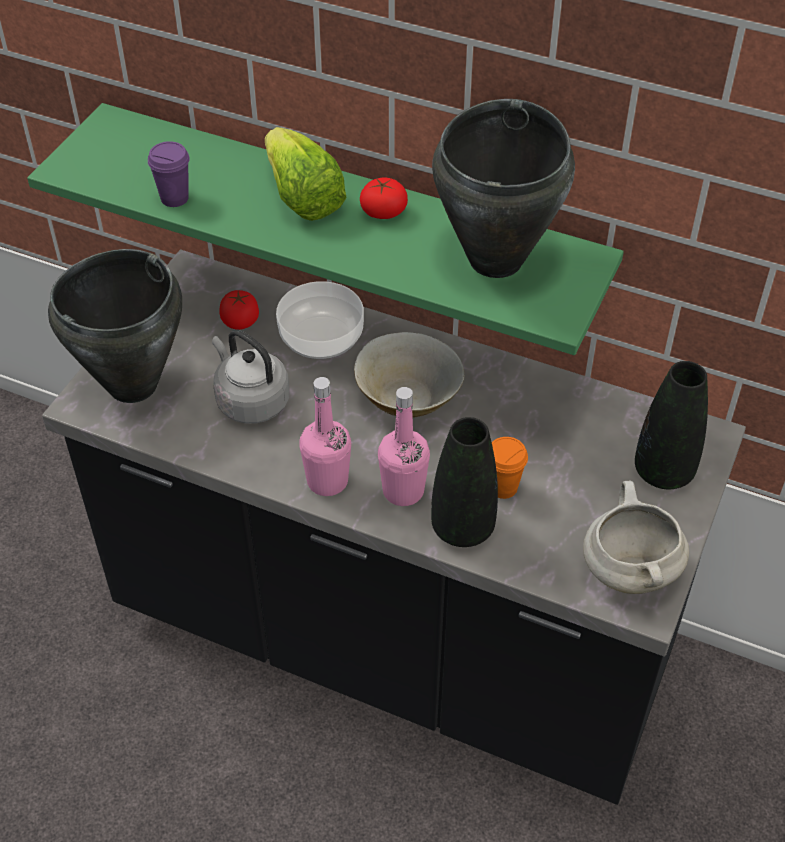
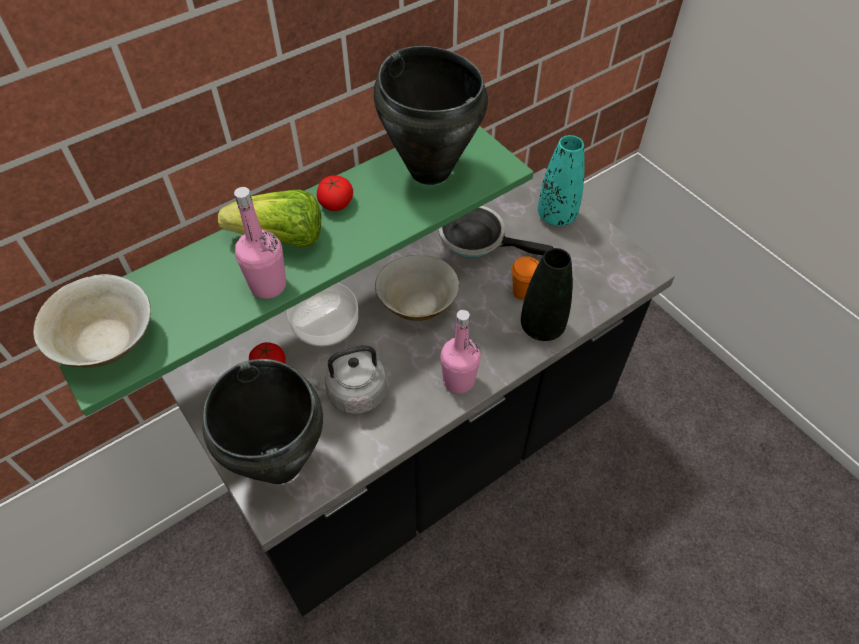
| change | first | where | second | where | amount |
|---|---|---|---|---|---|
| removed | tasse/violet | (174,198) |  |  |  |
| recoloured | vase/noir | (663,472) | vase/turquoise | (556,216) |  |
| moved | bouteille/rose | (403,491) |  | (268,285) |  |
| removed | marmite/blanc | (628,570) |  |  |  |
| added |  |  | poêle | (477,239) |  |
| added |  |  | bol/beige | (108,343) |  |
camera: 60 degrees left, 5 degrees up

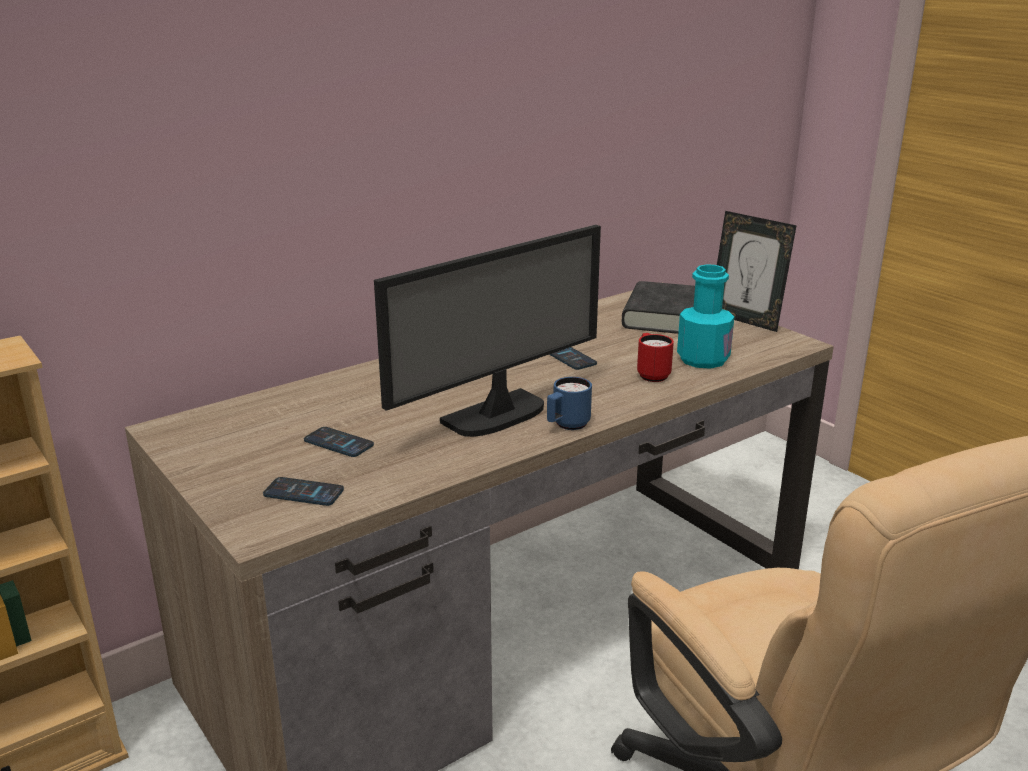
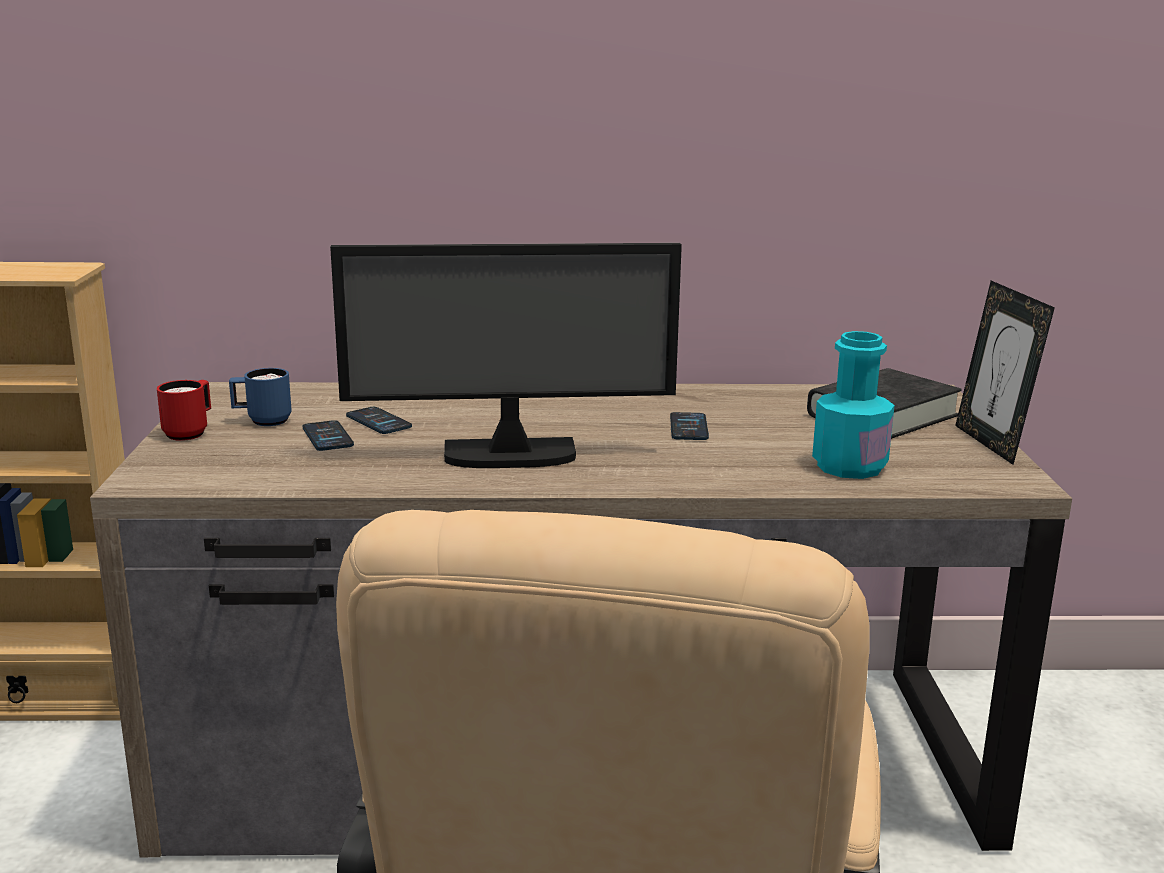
| change | first | where | second | where | amount |
|---|---|---|---|---|---|
| moved | mug/rouge | (651,374) |  | (190,432) |  |
| moved | mug/bleu | (567,426) |  | (262,421) |  |
| moved | téléphone | (303,493) |  | (378,422) |  |
camera: 35 degrees right, 5 degrees down

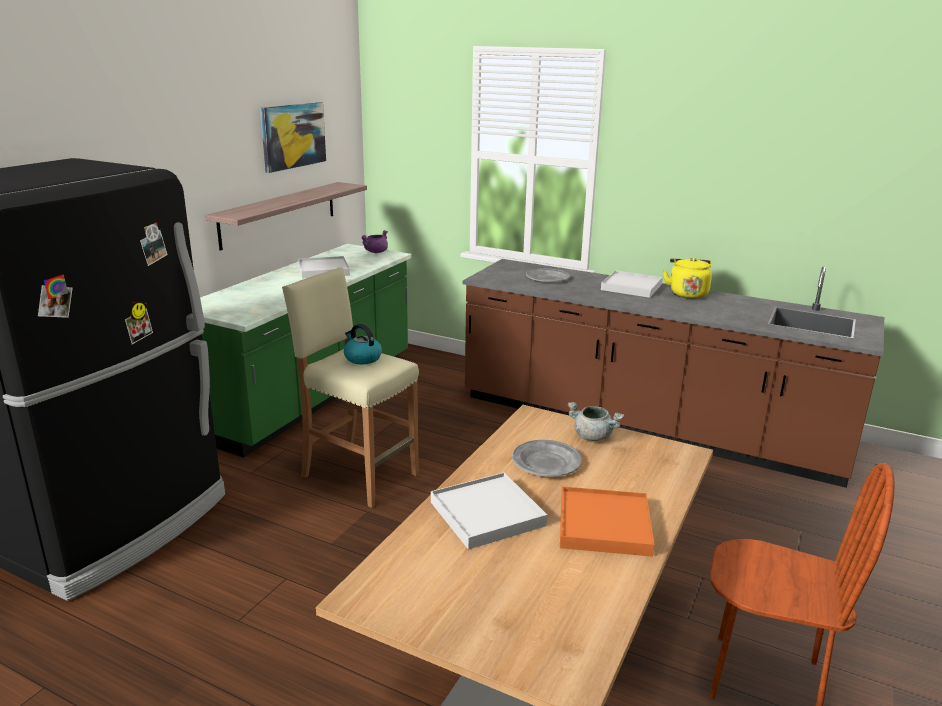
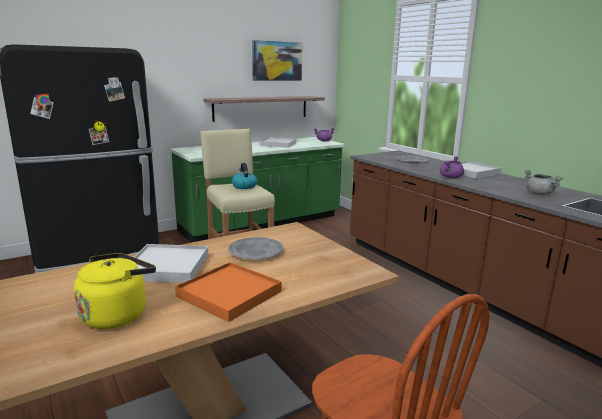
| change | first | where | second | where | amount |
|---|---|---|---|---|---|
| moved | bouilloire/jaune | (687,293) |  | (117,314) |  |
| moved | marmite/gris | (593,436) |  | (540,194) |  |
| added |  |  | marmite/violet | (451,177) |  |
camera: 30 degrees right, 5 degrees down

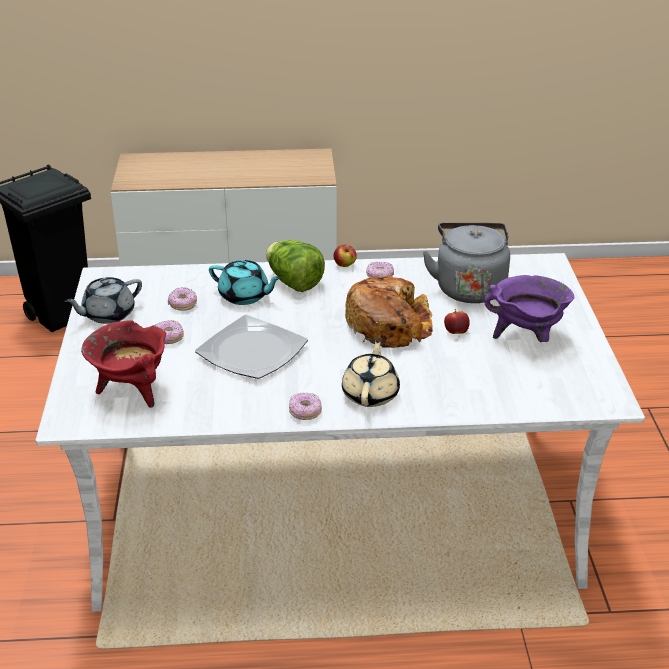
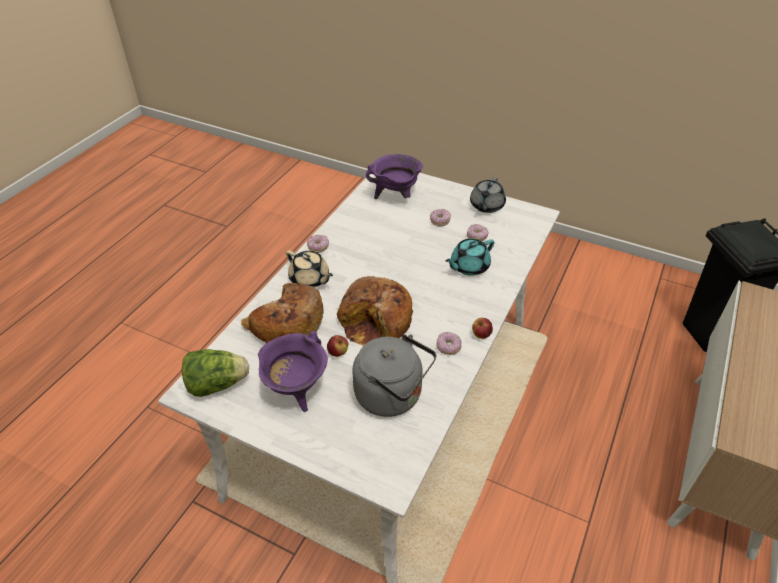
| change | first | where | second | where | amount |
|---|---|---|---|---|---|
| moved | laitue | (293,282) |  | (217,384) |  |
| turned | théière/gris | (108,314) |  | (486,206) | 150 degrees counterclockwise |
| removed | assiette | (252,351) |  |  |  |
| recoloured | marmite/rouge | (131,391) | marmite/violet | (395,195) |  |
| added |  |  | pain | (286,323) |  |
camera: 120 degrees right, 10 degrees up

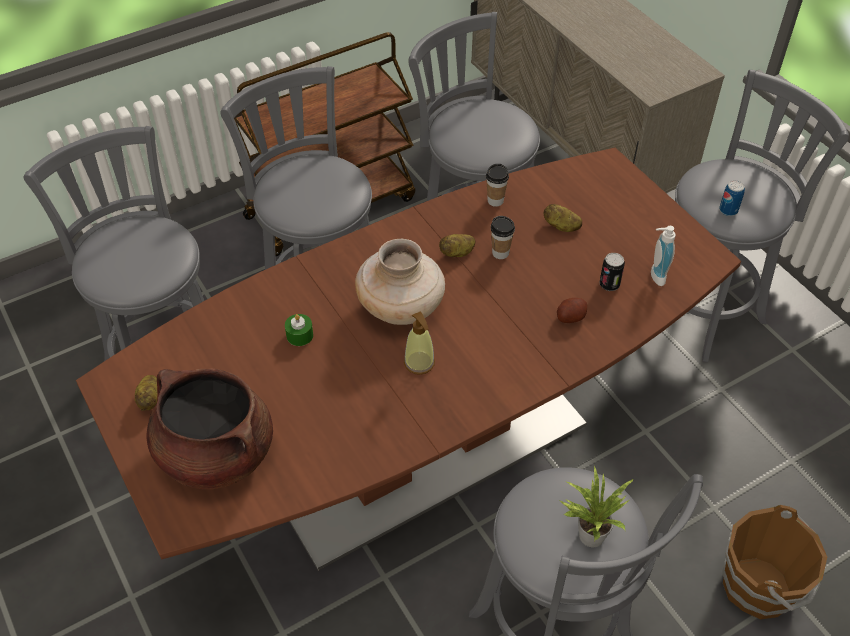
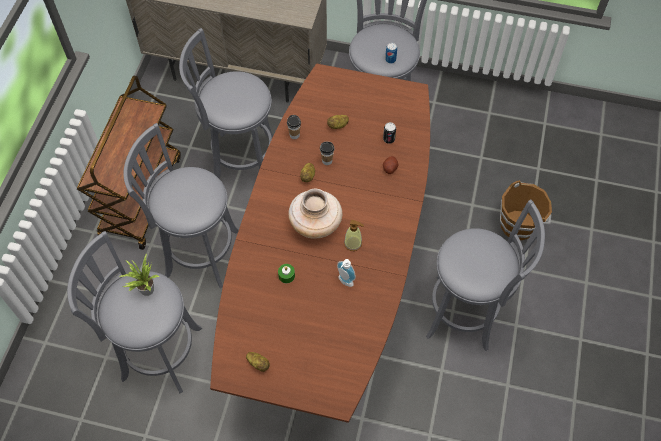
| change | first | where | second | where | amount |
|---|---|---|---|---|---|
| moved | distributeur de savon | (654,276) |  | (344,282) |  |
| removed | marmite/marron | (215,454) |  |  |  |
| moved | plante en pot | (589,533) |  | (145,289) |  |
camera: 45 degrees left, 10 degrees up

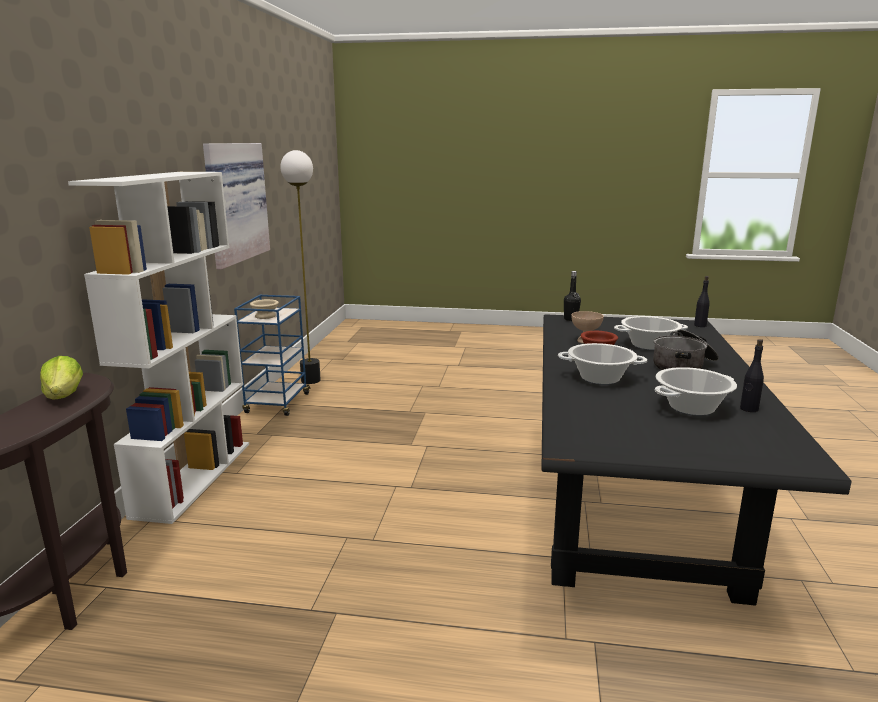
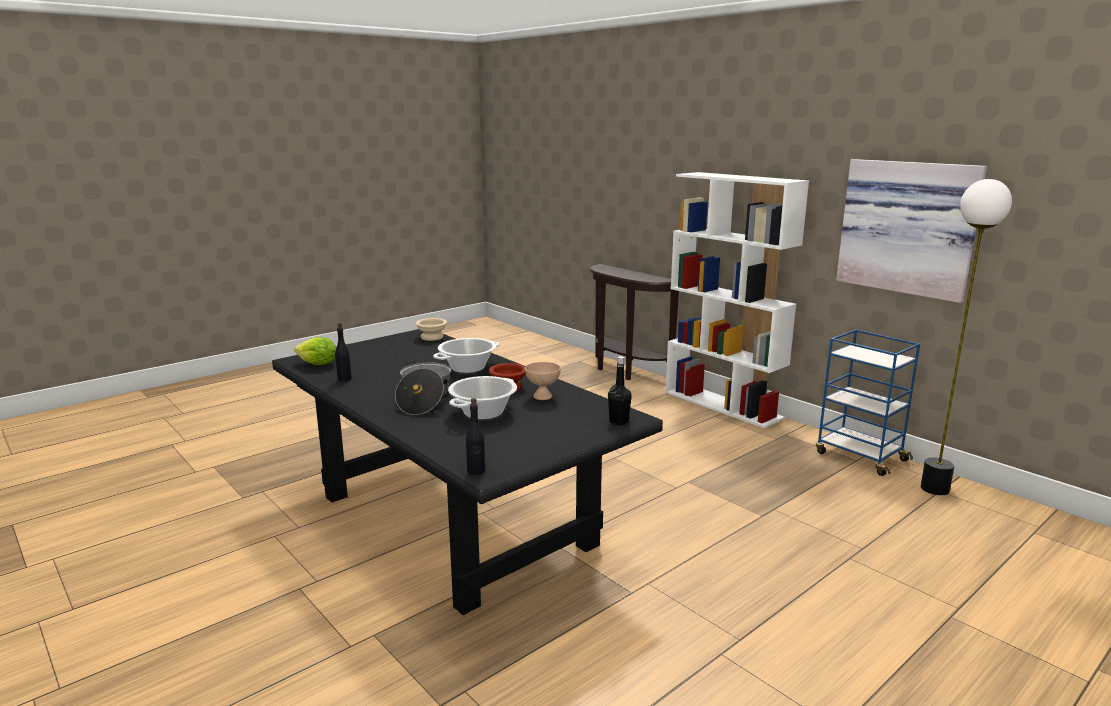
| change | first | where | second | where | amount |
|---|---|---|---|---|---|
| moved | bol/beige | (265,316) |  | (433,337) |  |
| moved | laitue | (64,396) |  | (318,364) |  |
| removed | marmite | (691,407) |  |  |  |
camera: 130 degrees right, 0 degrees up

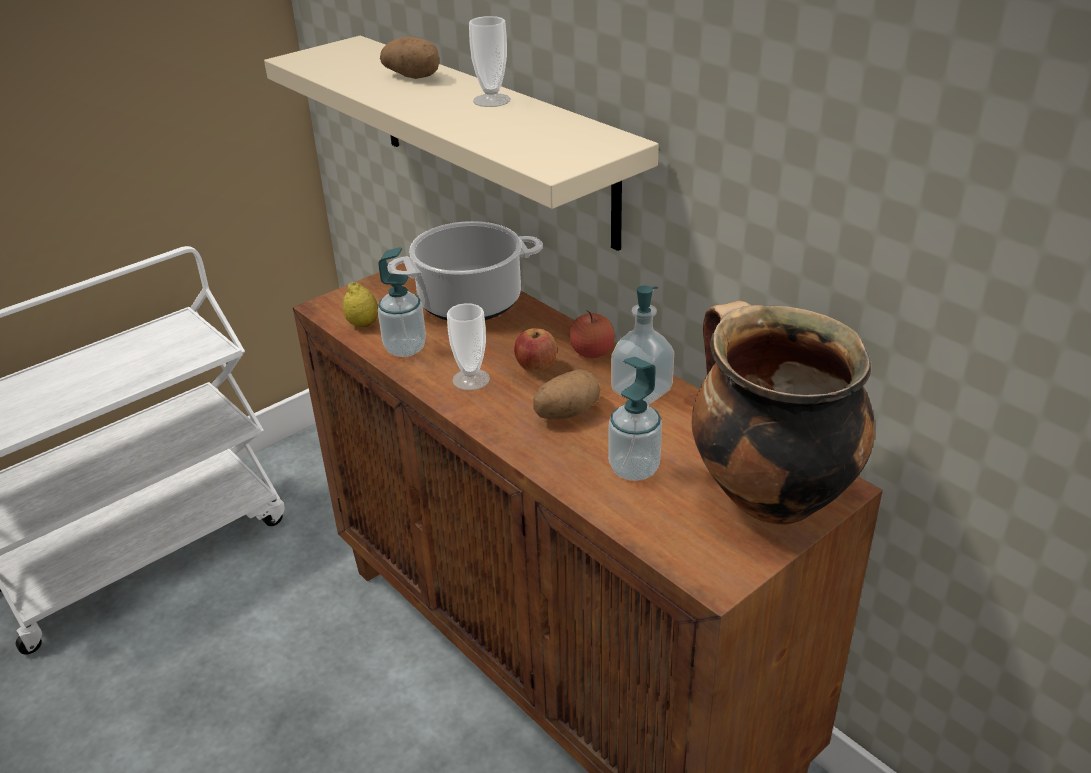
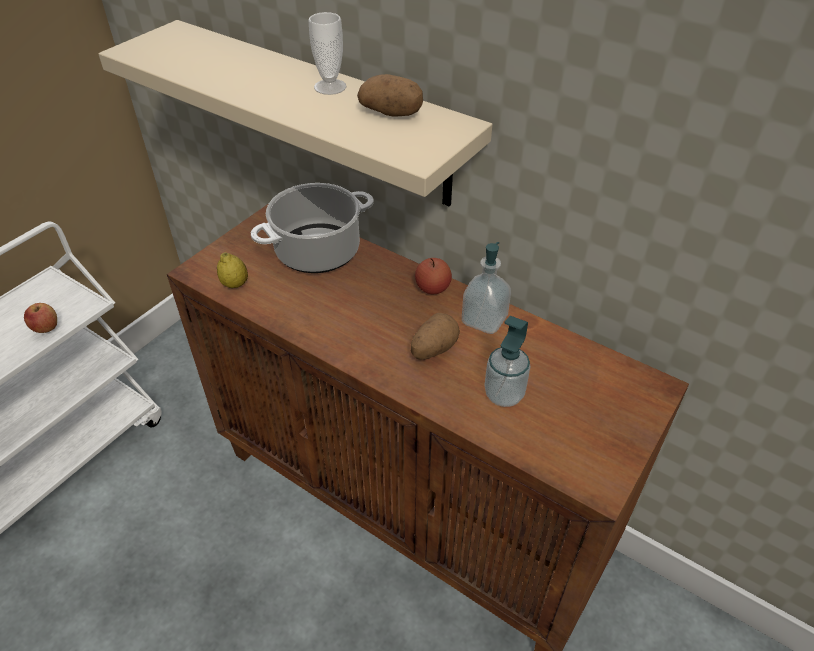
| change | first | where | second | where | amount |
|---|---|---|---|---|---|
| moved | pomme de terre | (414,76) |  | (392,113) |  |
| removed | distributeur de savon | (405,348) |  |  |  |
| removed | marmite | (767,494) |  |  |  |
| removed | tasse | (471,379) |  |  |  |
| moved | pomme | (536,368) |  | (46,328) |  |
camera: 15 degrees left, 10 degrees up

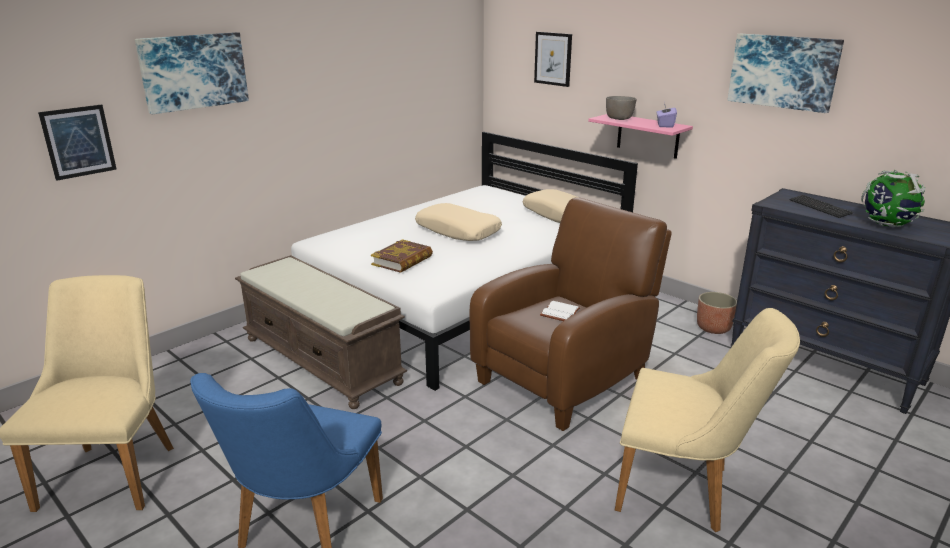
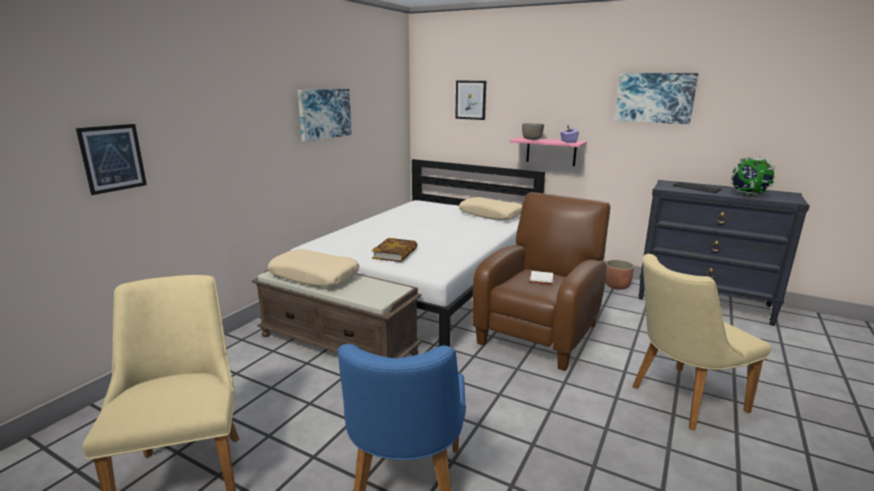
| change | first | where | second | where | amount |
|---|---|---|---|---|---|
| moved | tableau | (193,71) |  | (324,114) |  |
| moved | coussin/beige | (458,231) |  | (315,276) |  |
| turned | chaise/beige | (684,490) |  | (679,399) | 150 degrees clockwise |
camera: 15 degrees left, 5 degrees down

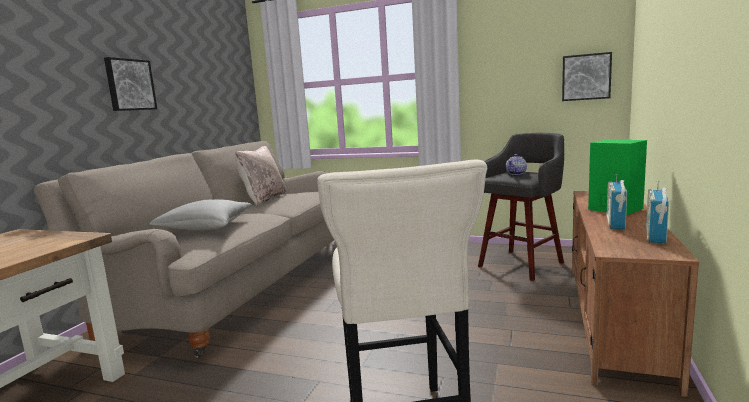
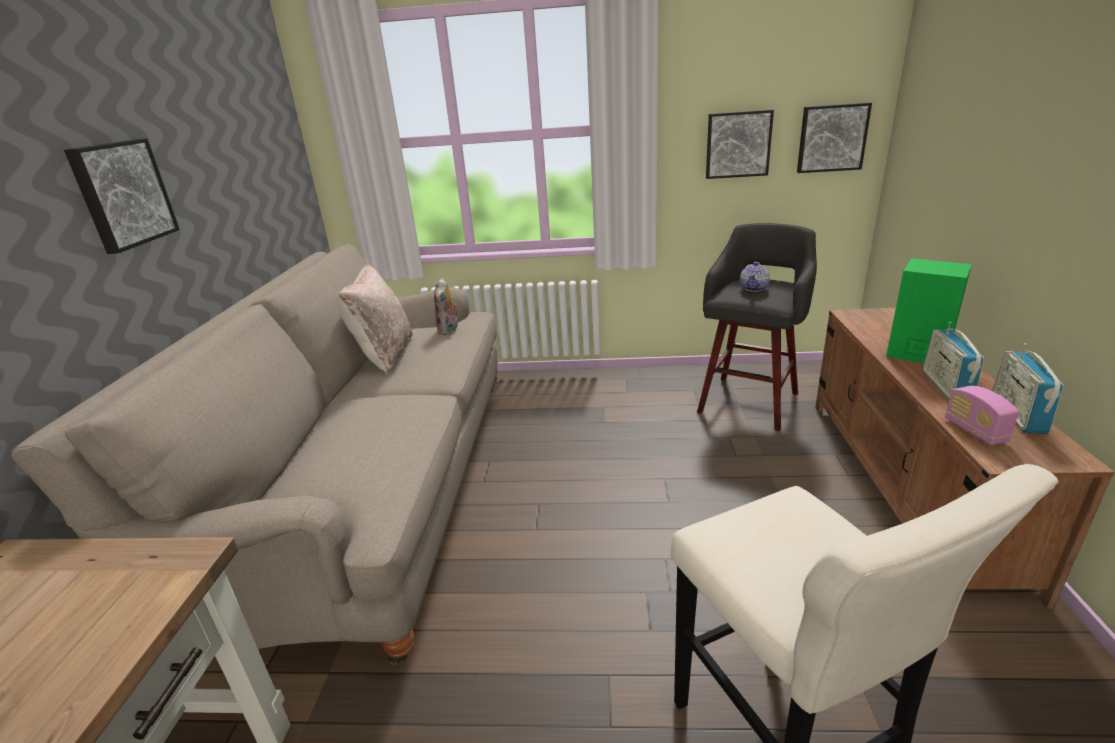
| change | first | where | second | where | amount |
|---|---|---|---|---|---|
| removed | coussin/gris | (206,227) |  |  |  |
| added |  |  | tableau | (737,144) |  |
| added |  |  | peluche | (449,331) |  |
| added |  |  | radio | (975,431) |  |
camera: 15 degrees left, 15 degrees up

